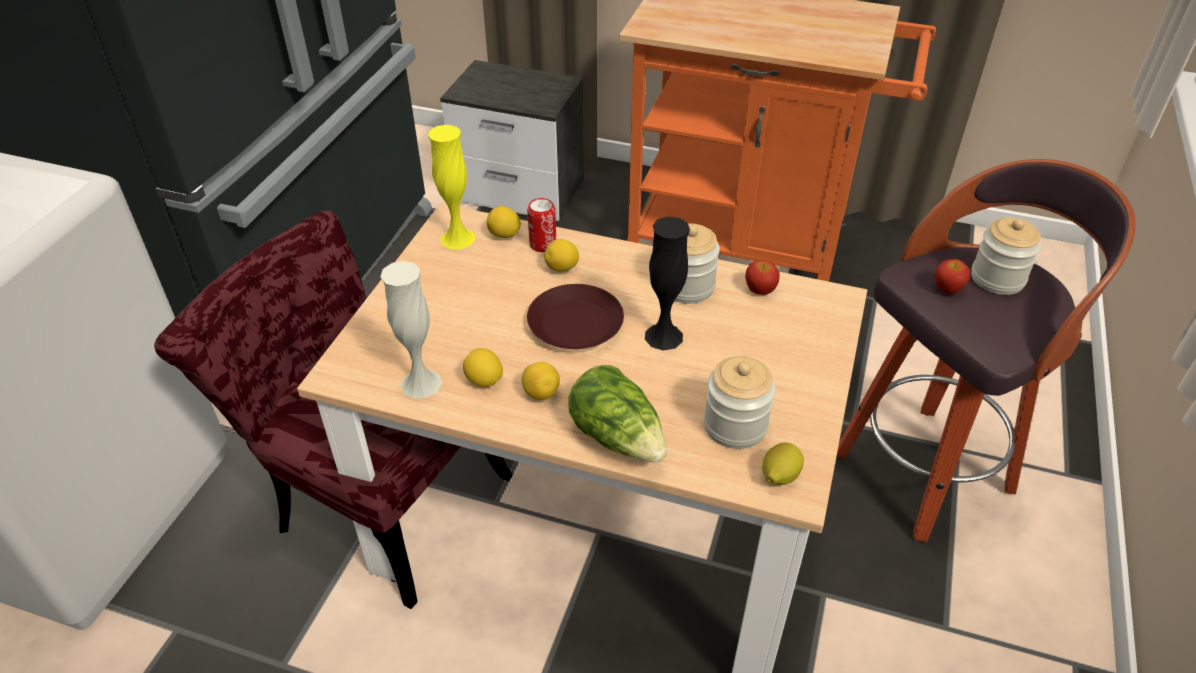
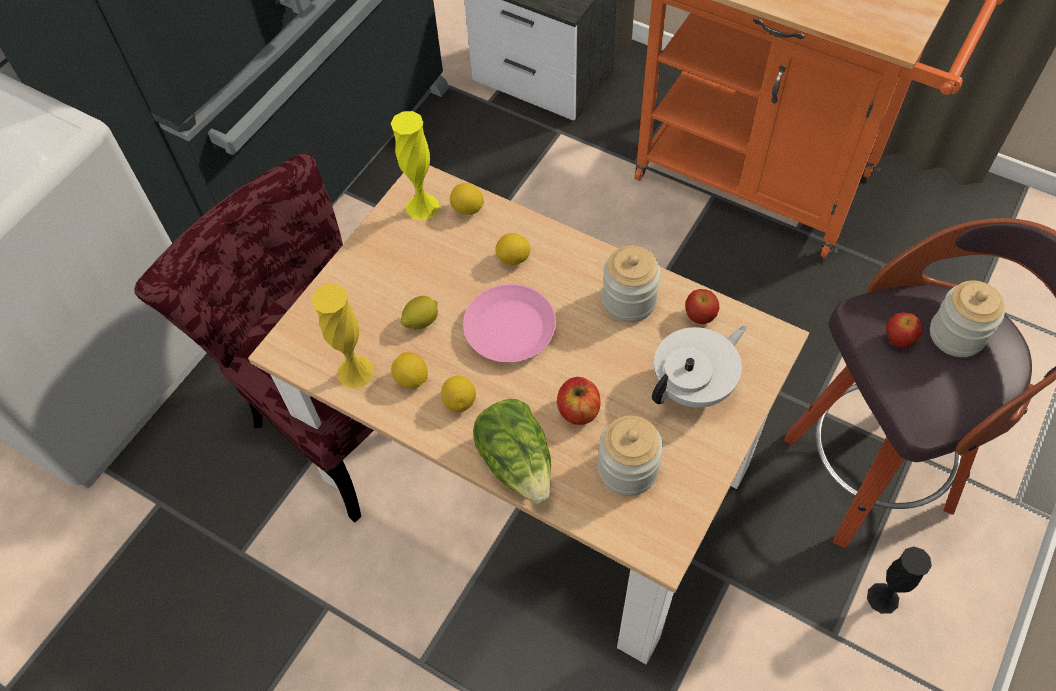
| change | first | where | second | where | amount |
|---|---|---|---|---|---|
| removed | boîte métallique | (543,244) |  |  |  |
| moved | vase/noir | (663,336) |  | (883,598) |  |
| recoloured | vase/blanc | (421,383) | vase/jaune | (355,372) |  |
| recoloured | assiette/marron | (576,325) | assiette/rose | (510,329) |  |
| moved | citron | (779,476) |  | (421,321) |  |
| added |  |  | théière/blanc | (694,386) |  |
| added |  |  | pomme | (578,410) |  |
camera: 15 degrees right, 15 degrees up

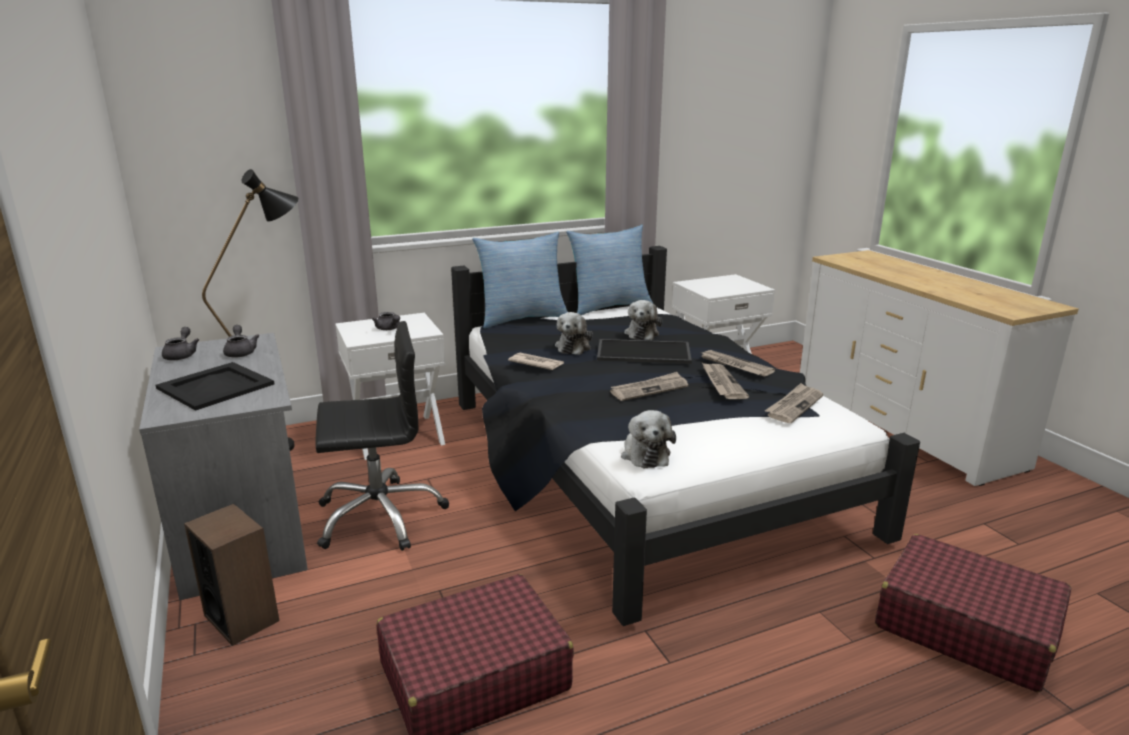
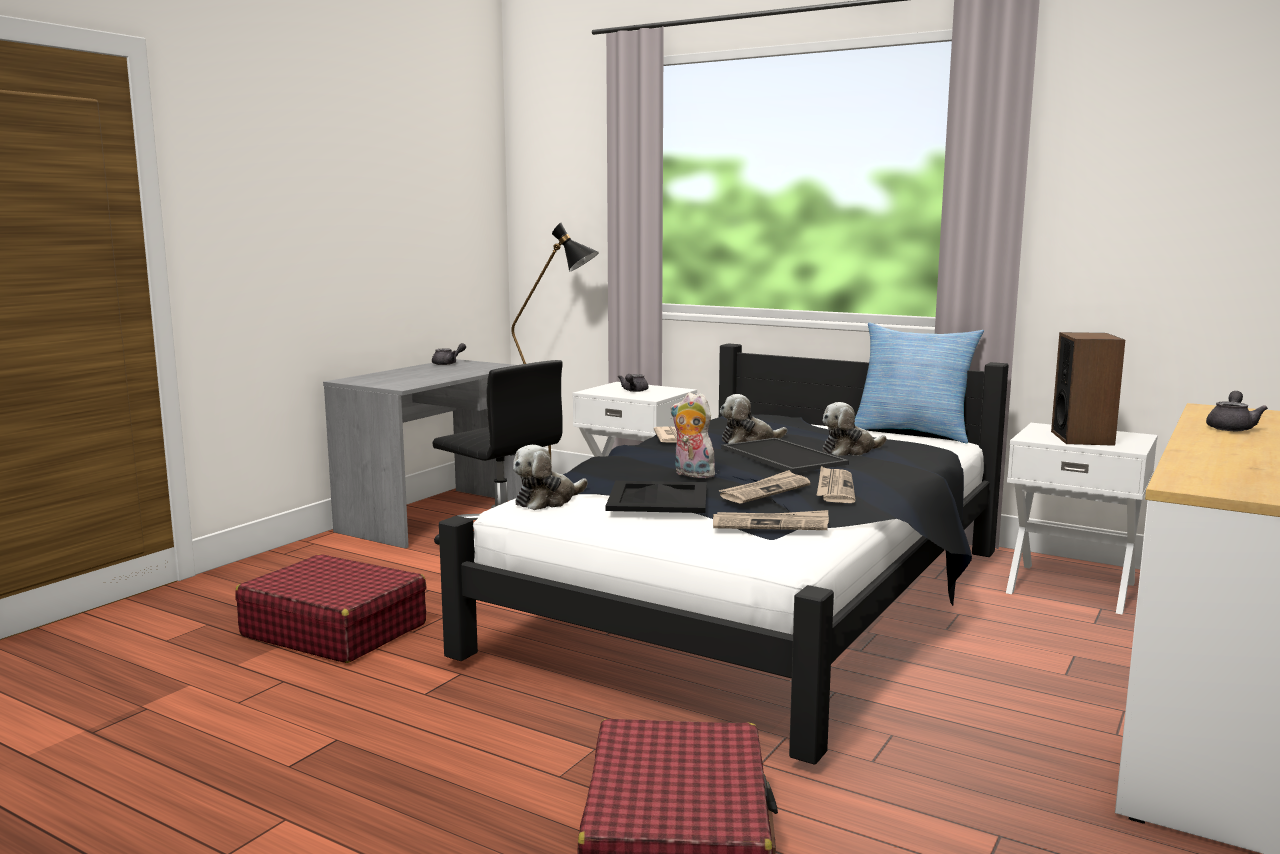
| change | first | where | second | where | amount |
|---|---|---|---|---|---|
| removed | coussin | (522,318) |  |  |  |
| moved | théière/gris | (240,352) |  | (1231,427) |  |
| moved | plateau/noir | (214,386) |  | (657,498) |  |
| replaced | journal | (649,389) | peluche | (691,474) |  |
| moved | enceinte | (242,617) |  | (1082,438) |  |
camera: 55 degrees right, 10 degrees down

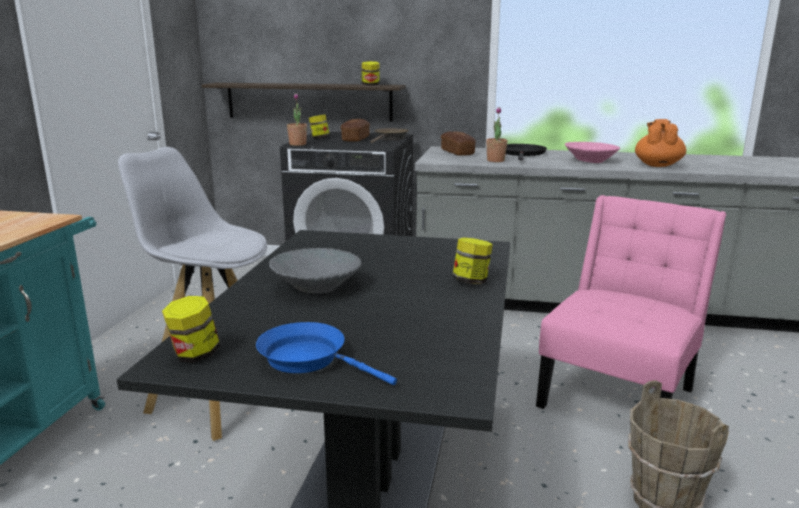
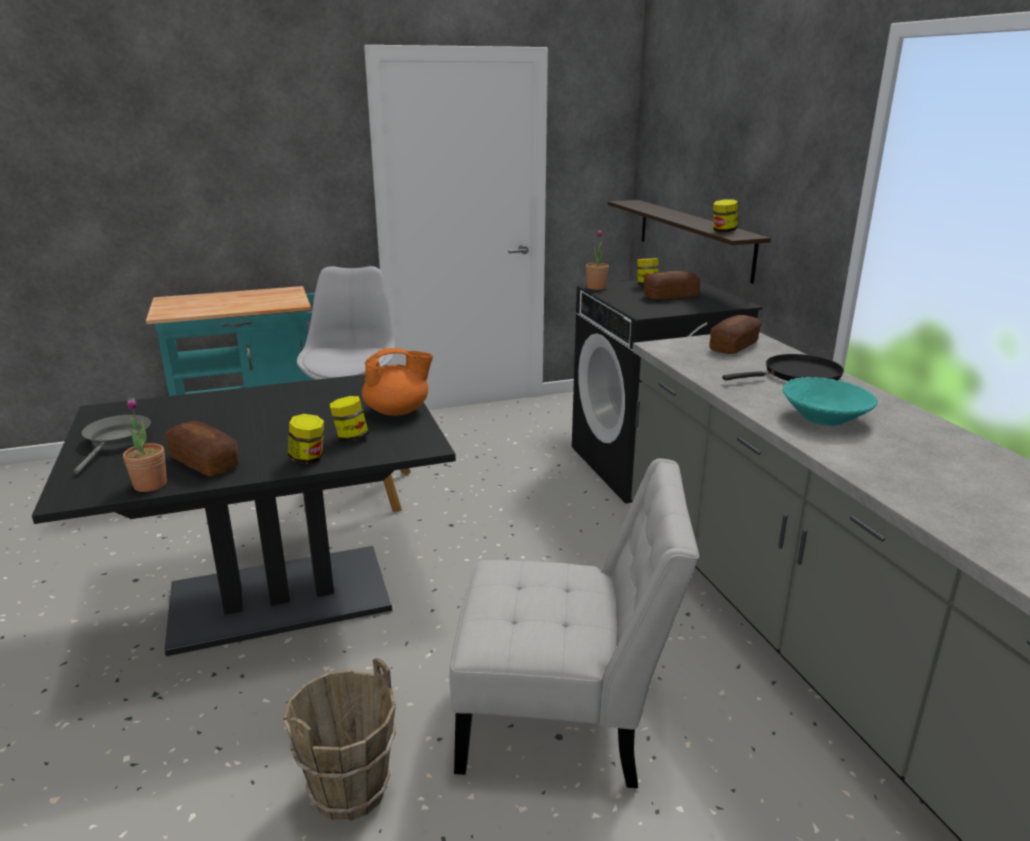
| change | first | where | second | where | amount |
|---|---|---|---|---|---|
| moved | plante en pot | (495,160) |  | (150,485) |  |
| moved | théière/orange | (657,165) |  | (398,411) |  |
| removed | poêle/marron | (390,138) |  |  |  |
| recoloured | bol/rose | (590,161) | bol/turquoise | (825,418) |  |
| recoloured | chaise/rose | (619,394) | chaise/blanc | (564,718) |  |
| removed | bol/gris | (317,286) |  |  |  |
| moved | bocal | (194,355) |  | (351,438) |  |
| recoloured | poêle/bleu | (309,359) | poêle/gris | (116,442) |  |
| added |  |  | pain | (204,462) |  |
camera: 60 degrees right, 5 degrees up

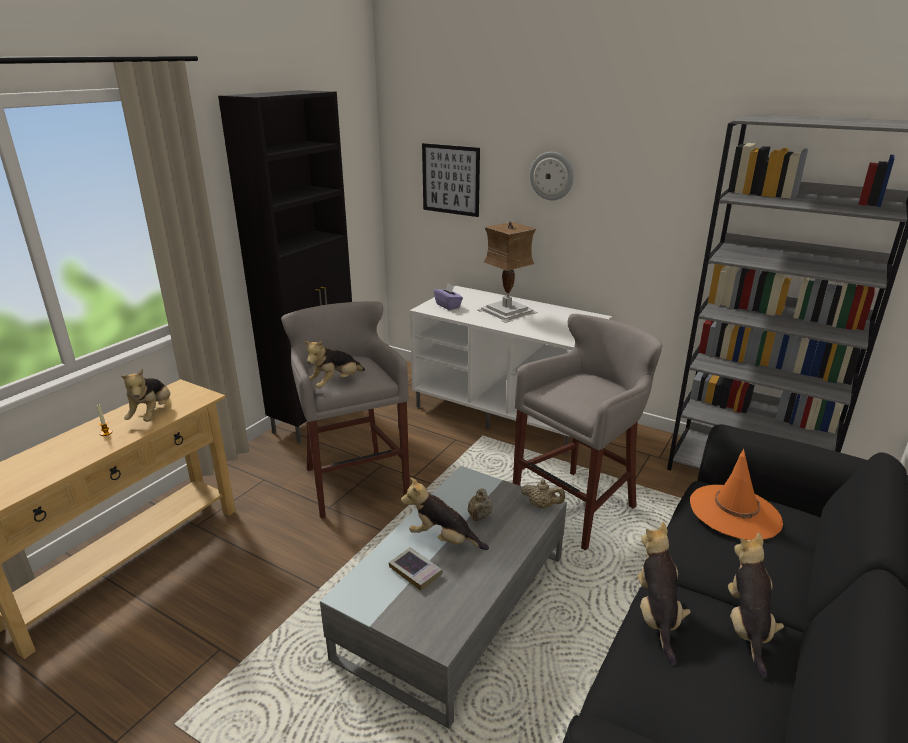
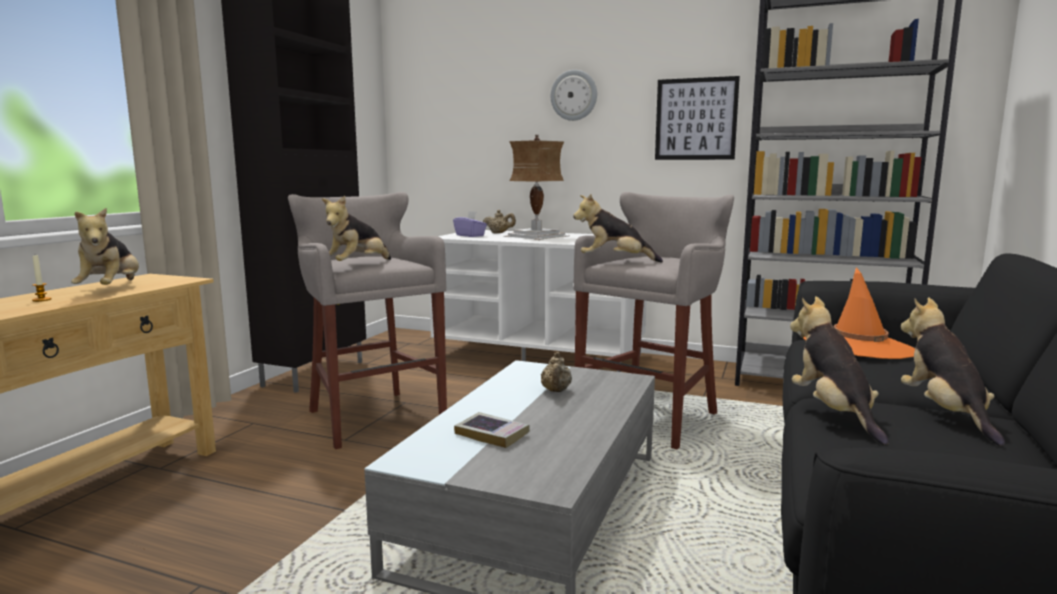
| change | first | where | second | where | amount |
|---|---|---|---|---|---|
| moved | tableau | (450,179) |  | (696,119) |  |
| moved | peluche | (443,539) |  | (614,261) |  |
| moved | théière/beige | (542,506) |  | (499,233) |  |
camera: 10 degrees left, 15 degrees down

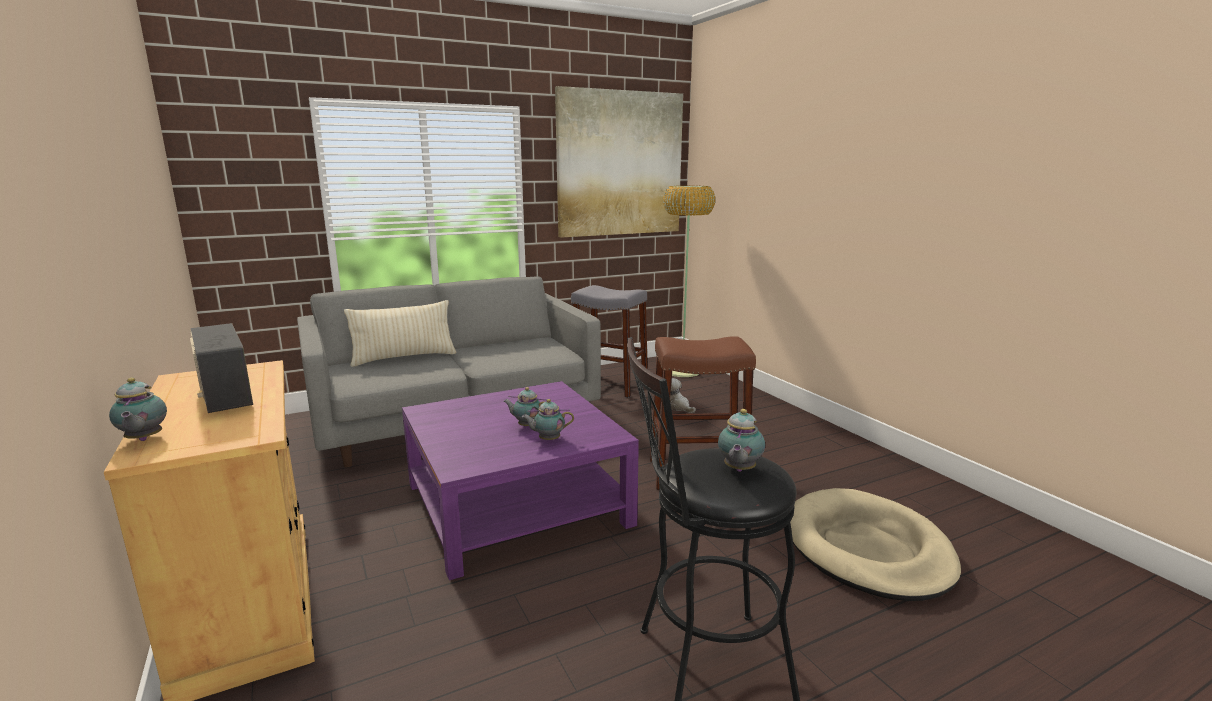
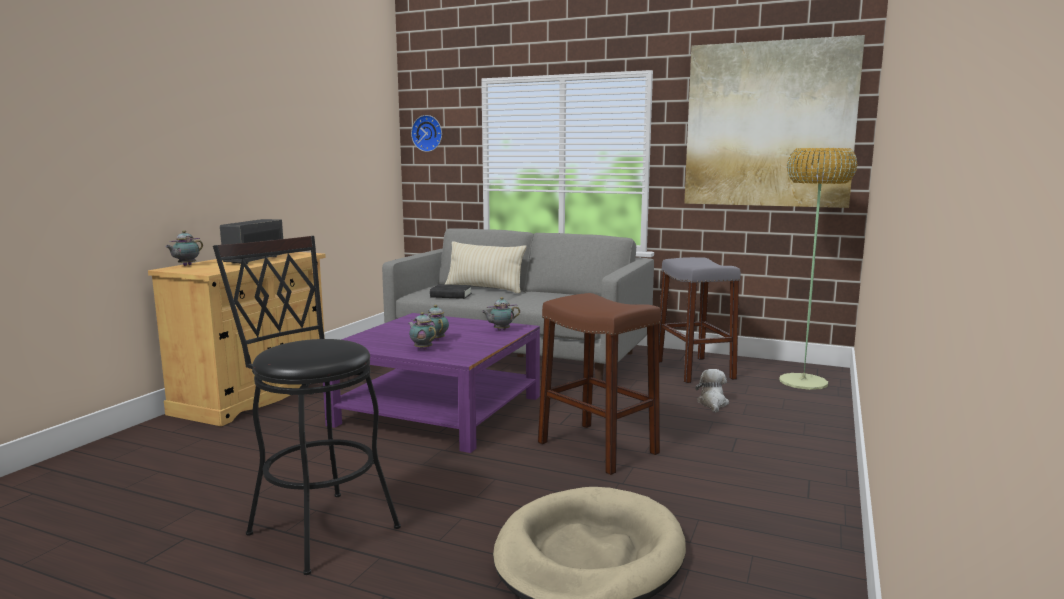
| change | first | where | second | where | amount |
|---|---|---|---|---|---|
| moved | théière | (738,470) |  | (500,330) |  |
| added |  |  | horloge murale | (428,133) |  |
| added |  |  | livre/noir | (451,295) |  |
camera: 50 degrees right, 5 degrees down

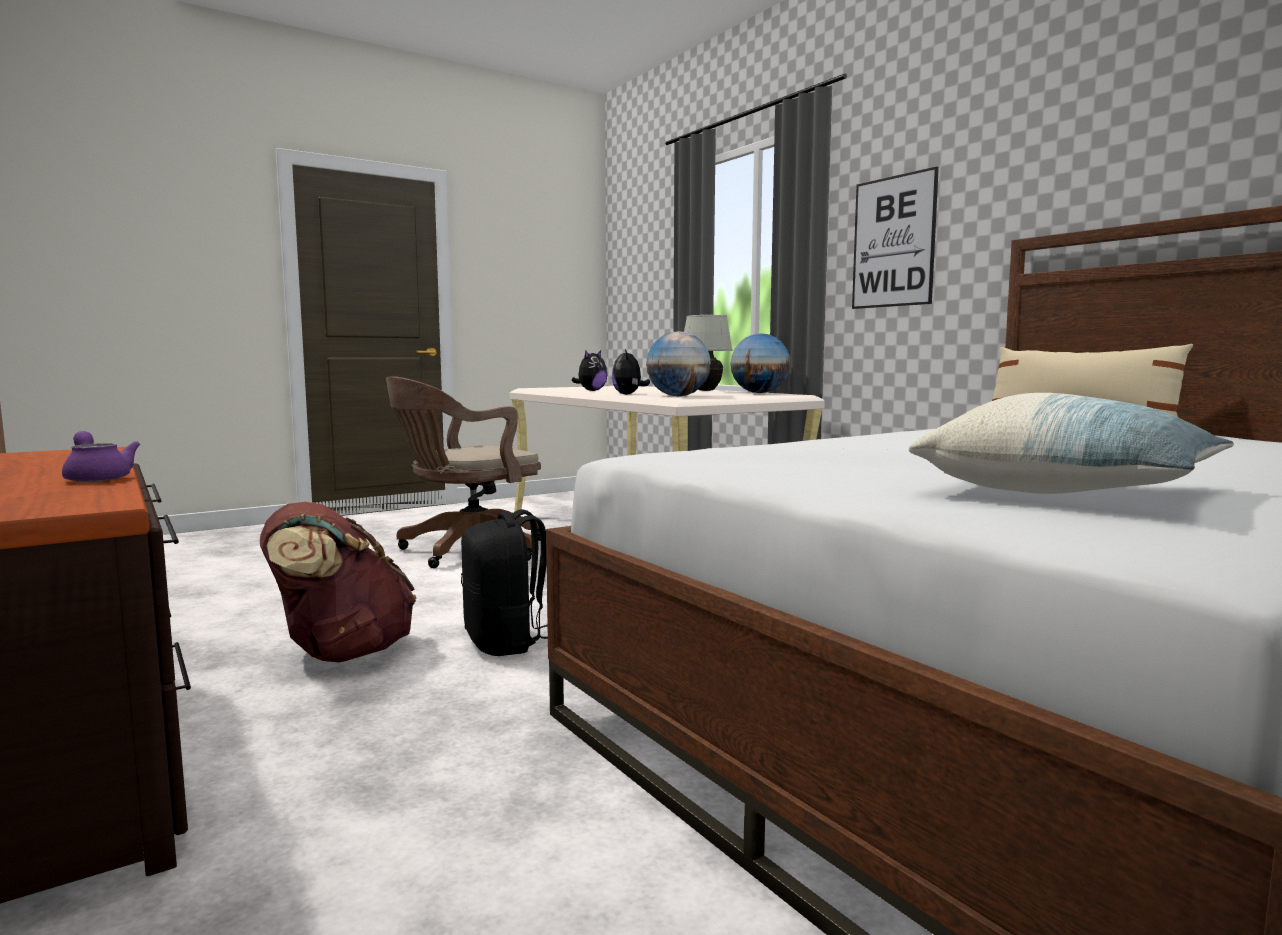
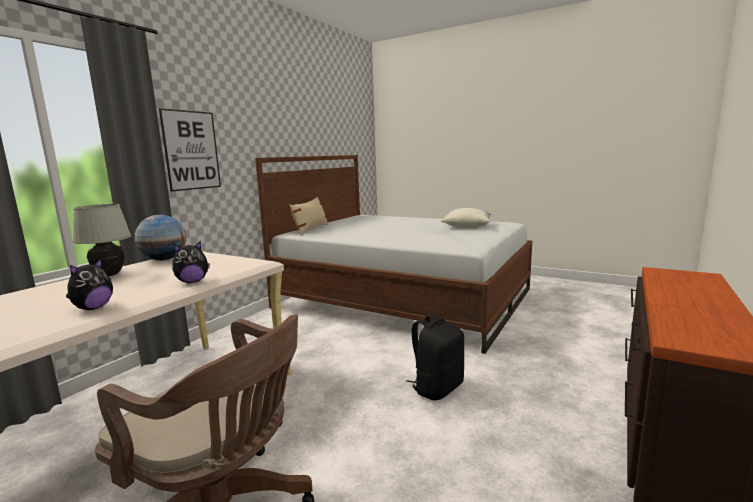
| change | first | where | second | where | amount |
|---|---|---|---|---|---|
| removed | globe | (678,396) |  |  |  |
| turned | peluche | (591,391) |  | (93,308) | 105 degrees clockwise |
| removed | théière/violet | (97,478) |  |  |  |
| removed | sac à dos/marron | (341,653) |  |  |  |
camera: 115 degrees left, 5 degrees up

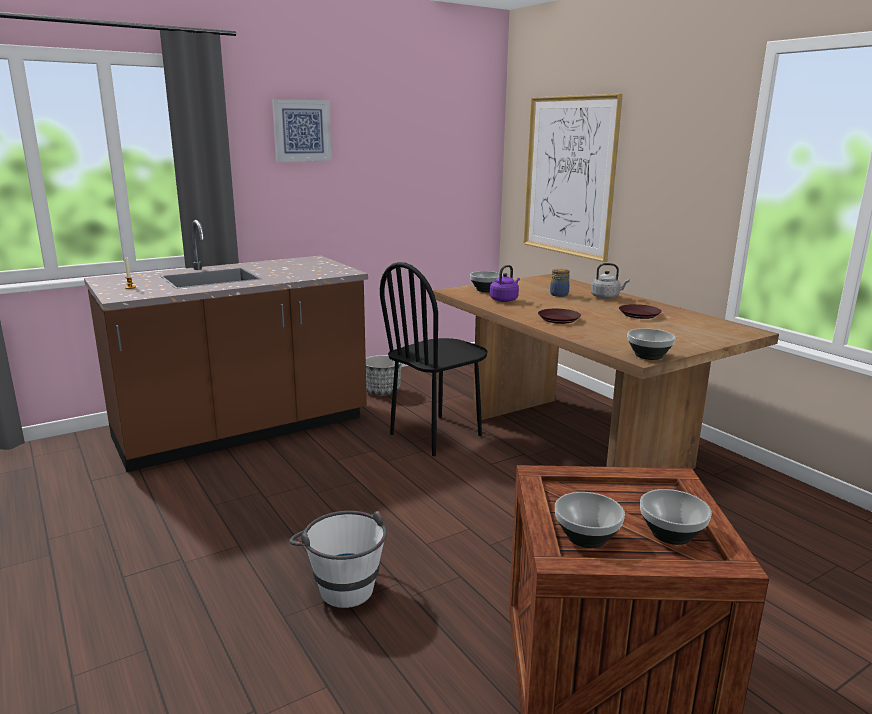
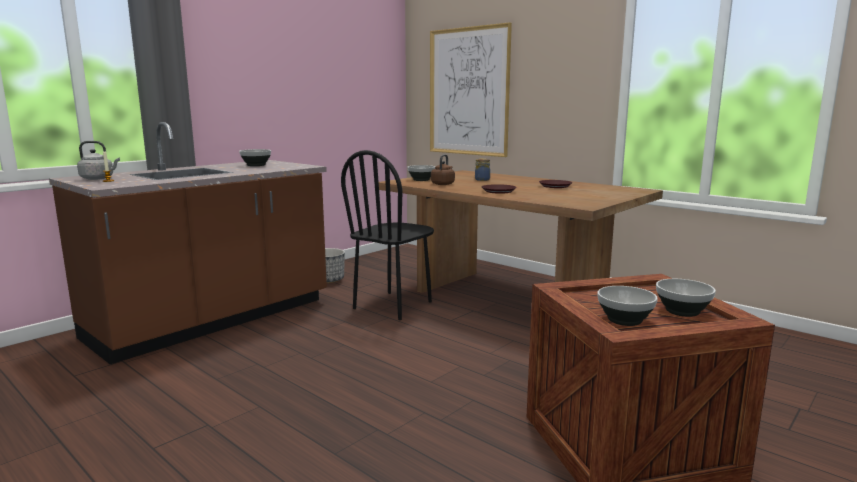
| change | first | where | second | where | amount |
|---|---|---|---|---|---|
| removed | tableau | (301,130) |  |  |  |
| moved | bouilloire/gris | (606,297) |  | (99,178) |  |
| recoloured | bouilloire/violet | (504,300) | bouilloire/marron | (443,184) |  |
| moved | bol | (649,356) |  | (256,165) |  |
| removed | seau/blanc | (341,584) |  |  |  |
camera: 15 degrees left, 5 degrees down

